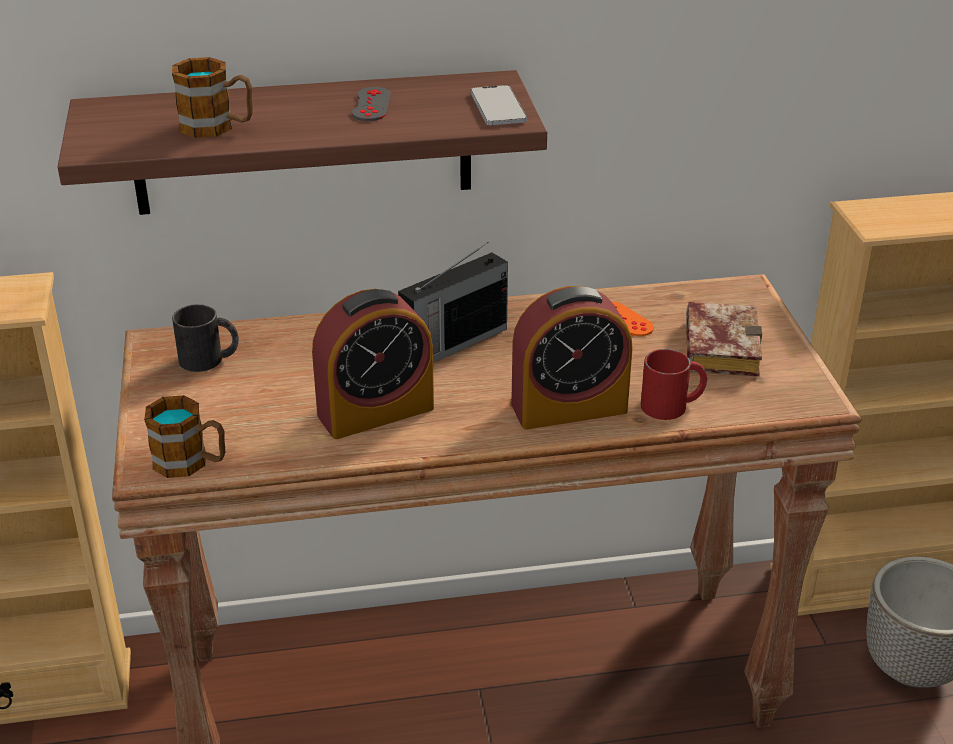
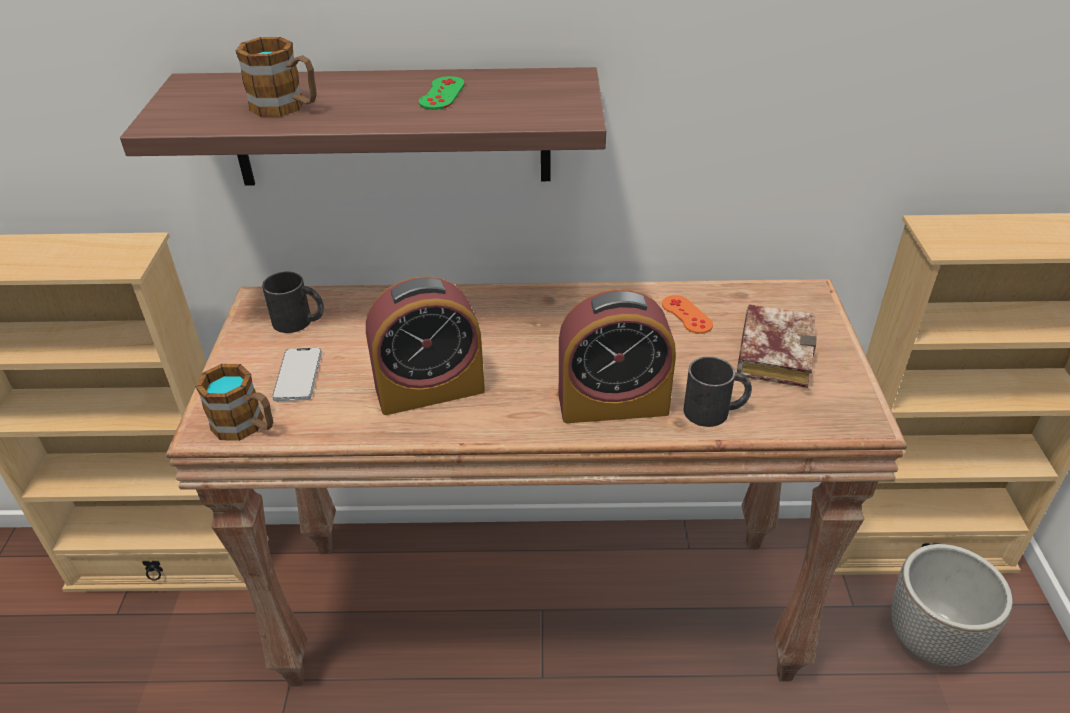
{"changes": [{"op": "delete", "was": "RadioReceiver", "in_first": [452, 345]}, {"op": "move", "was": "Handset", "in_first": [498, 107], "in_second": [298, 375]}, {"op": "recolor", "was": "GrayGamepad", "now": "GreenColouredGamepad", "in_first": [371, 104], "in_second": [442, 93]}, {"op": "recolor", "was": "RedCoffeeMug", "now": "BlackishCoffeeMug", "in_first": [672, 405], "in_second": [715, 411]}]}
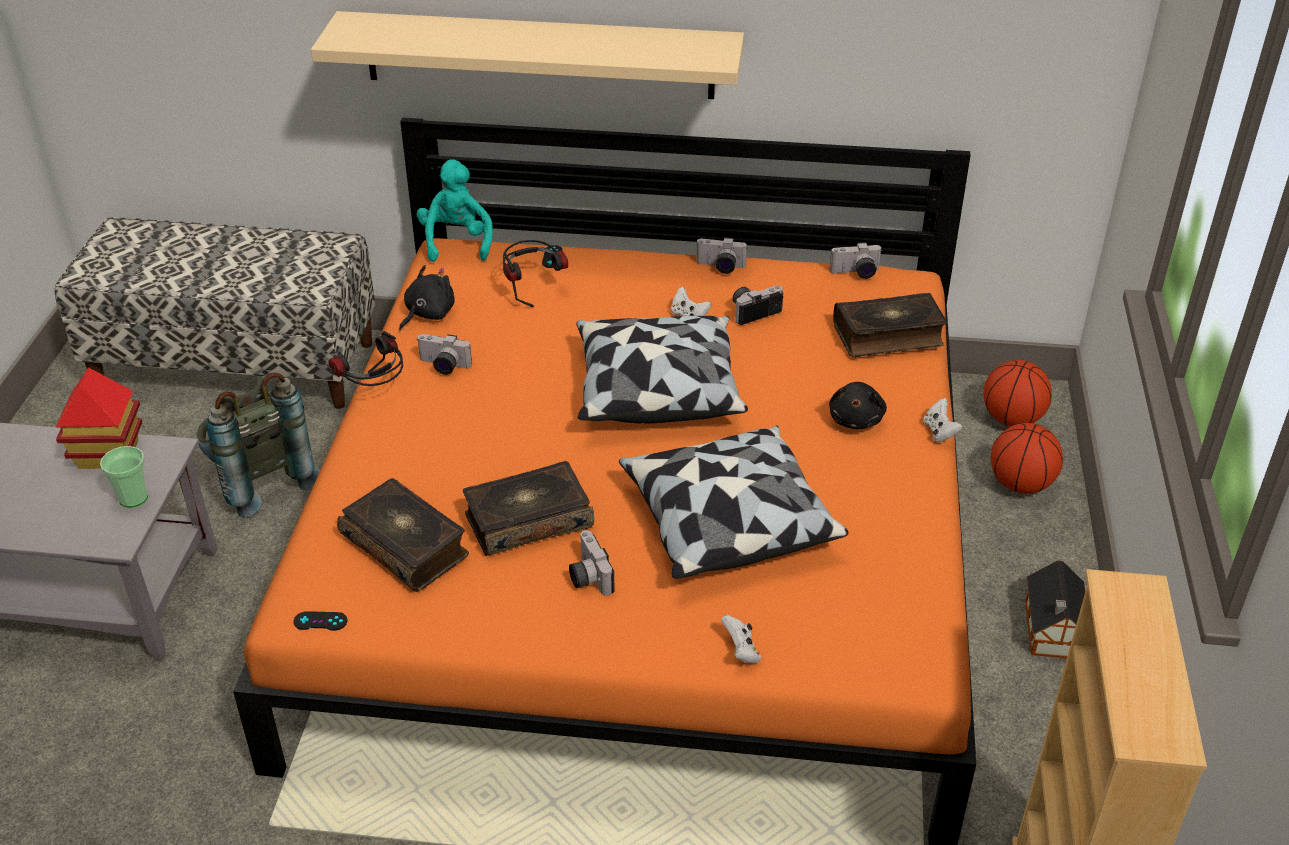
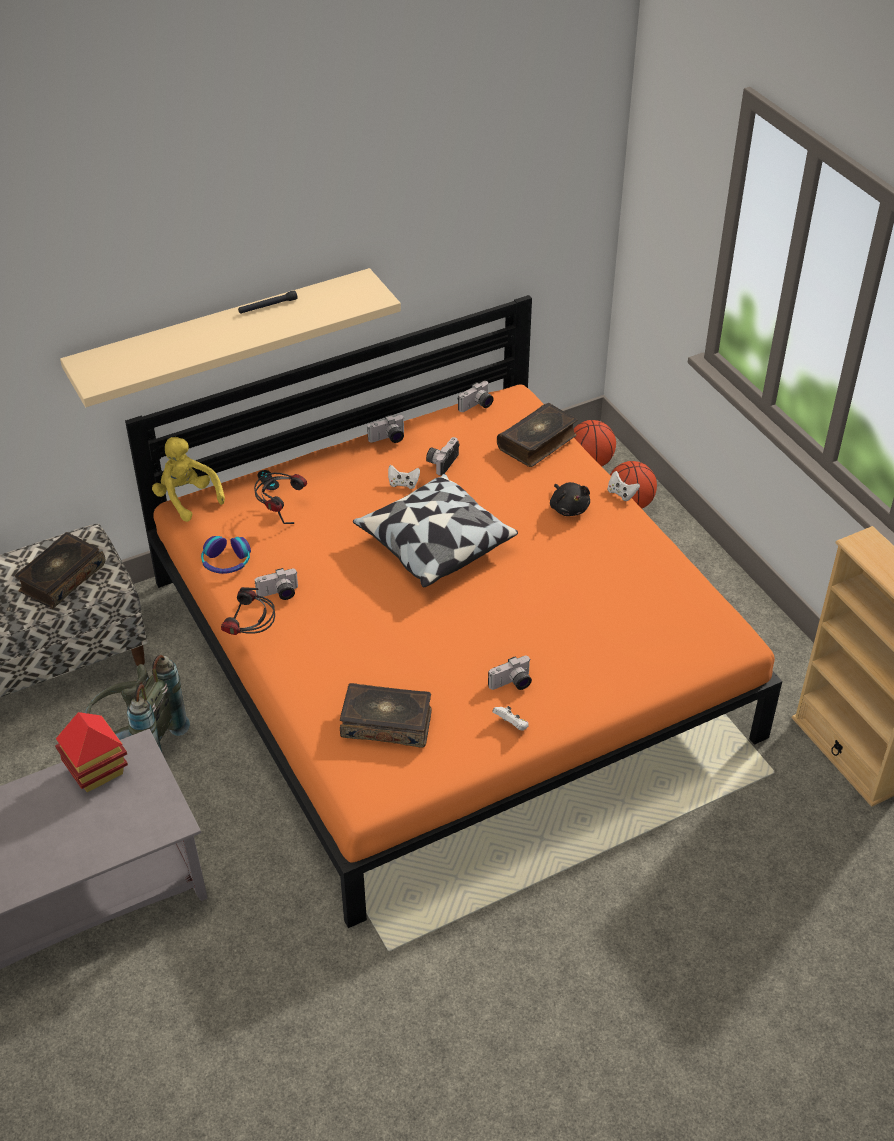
{"changes": [{"op": "delete", "was": "DrinkingCup", "in_first": [133, 498]}, {"op": "delete", "was": "BlackishGamepad", "in_first": [320, 621]}, {"op": "delete", "was": "Pillow", "in_first": [727, 522]}, {"op": "delete", "was": "ToyHouse", "in_first": [1052, 632]}, {"op": "insert", "now": "BlackishHandTorch", "in_second": [268, 306]}, {"op": "move", "was": "Volume", "in_first": [528, 520], "in_second": [61, 578]}, {"op": "move", "was": "WhitishGamepad", "in_first": [741, 651], "in_second": [511, 725]}, {"op": "replace", "was": "BlackishCuddlyToy", "now": "PairOfHeadphones", "in_first": [427, 314], "in_second": [226, 562]}, {"op": "recolor", "was": "BlueGreenCuddlyToy", "now": "YellowColouredCuddlyToy", "in_first": [457, 242], "in_second": [187, 498]}, {"op": "rotate", "was": "StillCamera", "in_first": [587, 576], "in_second": [512, 684], "clockwise": -60}]}
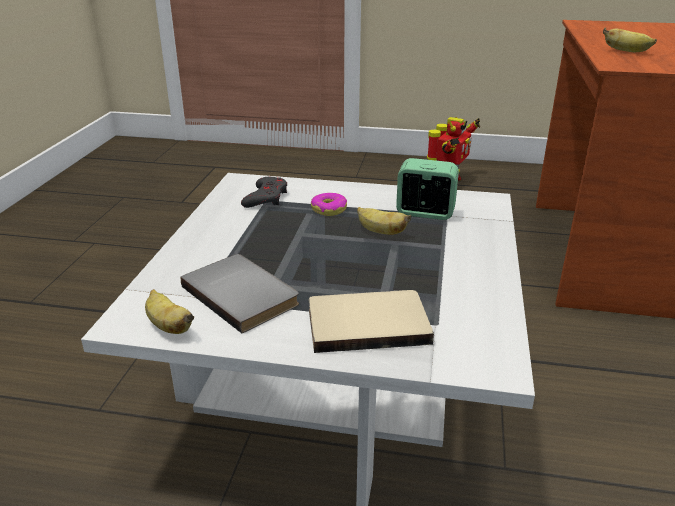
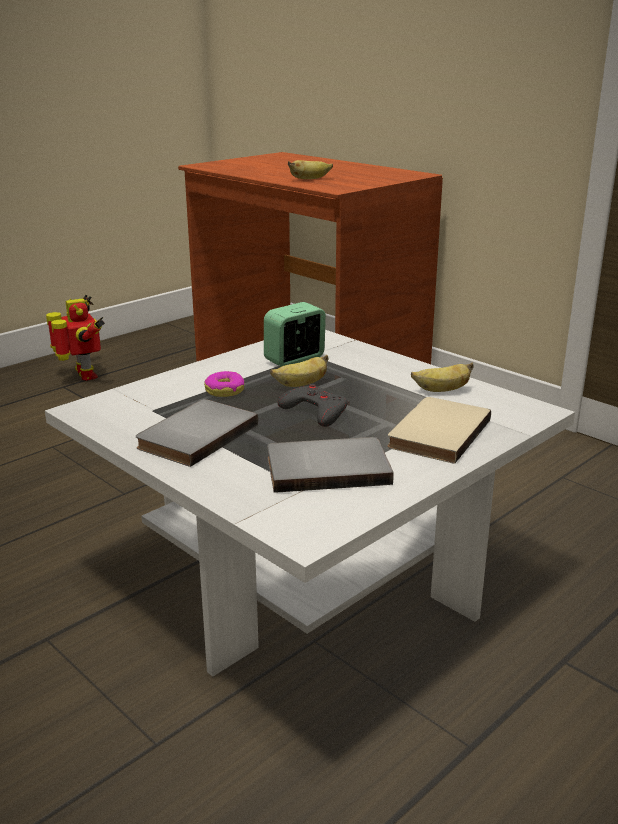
{"changes": [{"op": "insert", "now": "GrayVolume", "in_second": [194, 435]}, {"op": "move", "was": "Banana", "in_first": [168, 326], "in_second": [441, 390]}, {"op": "move", "was": "GrayGamepad", "in_first": [266, 197], "in_second": [315, 411]}]}
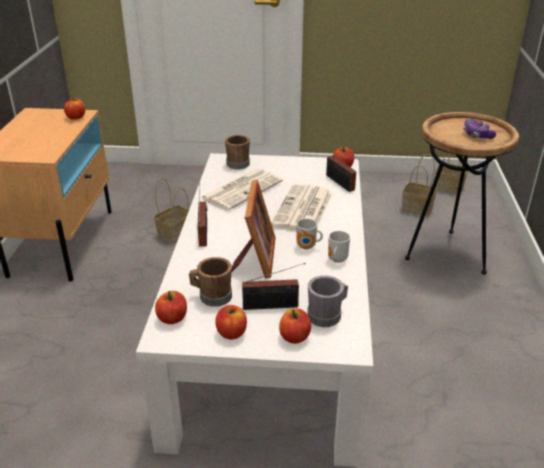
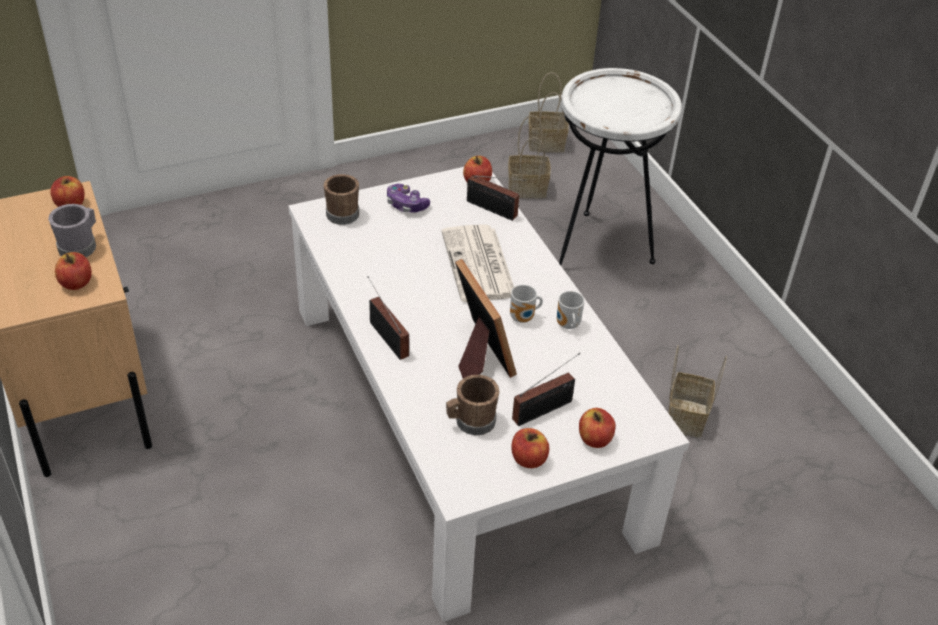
{"changes": [{"op": "delete", "was": "Newspaper", "in_first": [242, 189]}, {"op": "move", "was": "HouseholdBasket", "in_first": [175, 233], "in_second": [685, 416]}, {"op": "move", "was": "WholeApple", "in_first": [172, 318], "in_second": [76, 283]}, {"op": "move", "was": "GrayCoffeeMug", "in_first": [327, 315], "in_second": [80, 246]}, {"op": "move", "was": "Gamepad", "in_first": [477, 135], "in_second": [406, 205]}, {"op": "recolor", "was": "BrownAccentTable", "now": "WhitishAccentTable", "in_first": [447, 254], "in_second": [599, 248]}]}
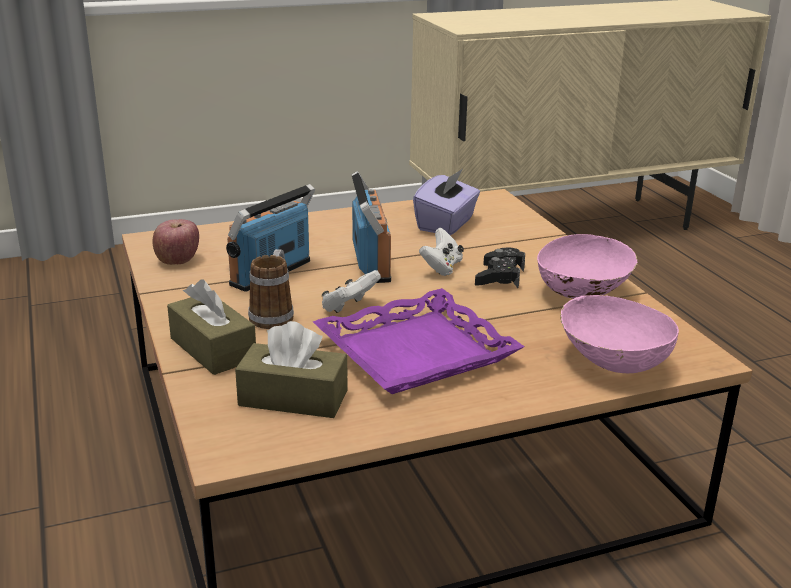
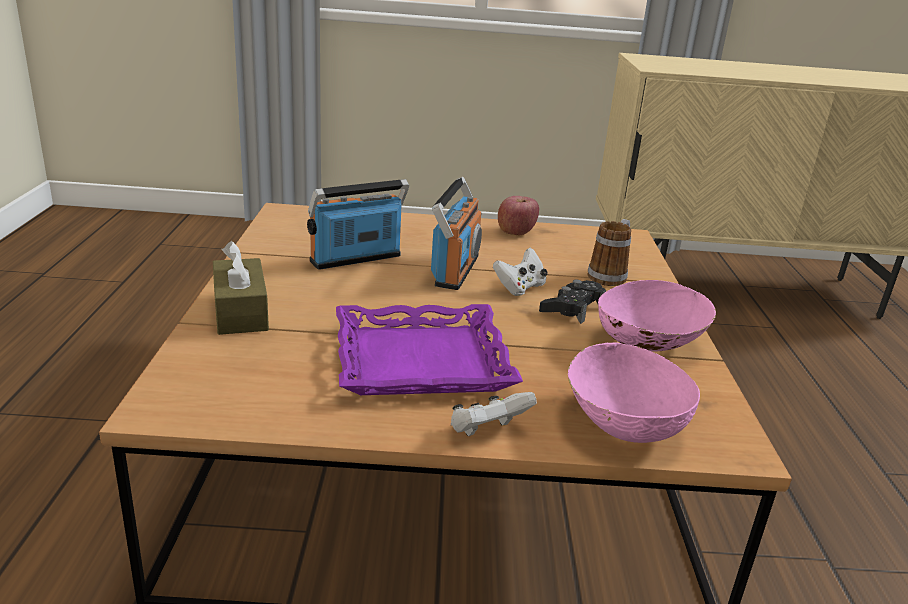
{"changes": [{"op": "delete", "was": "BrownBoxOfTissues", "in_first": [293, 398]}, {"op": "delete", "was": "PurplishBoxOfTissues", "in_first": [446, 224]}, {"op": "move", "was": "WholeApple", "in_first": [177, 260], "in_second": [515, 232]}, {"op": "move", "was": "CoffeeMug", "in_first": [274, 314], "in_second": [609, 275]}, {"op": "move", "was": "WhitishGamepad", "in_first": [349, 307], "in_second": [487, 432]}]}
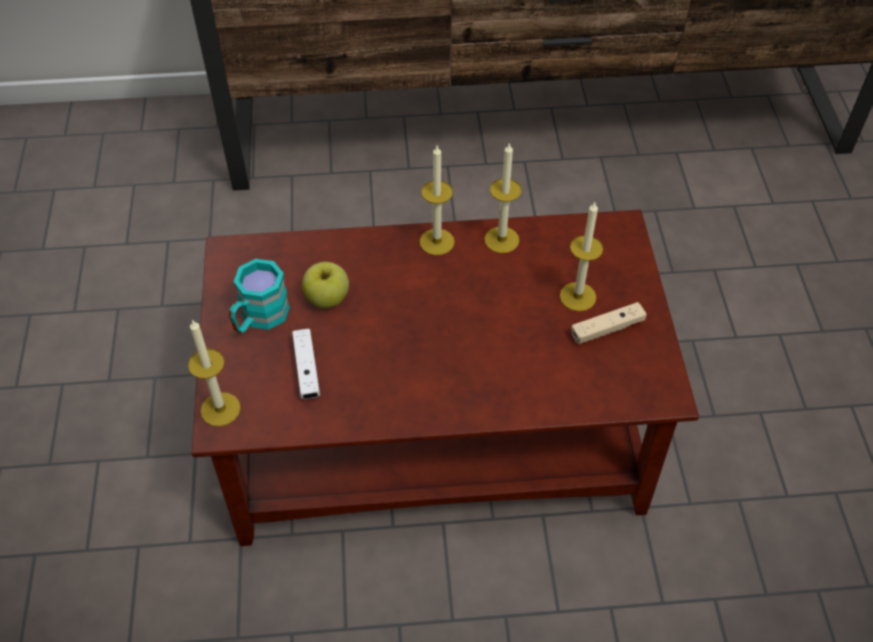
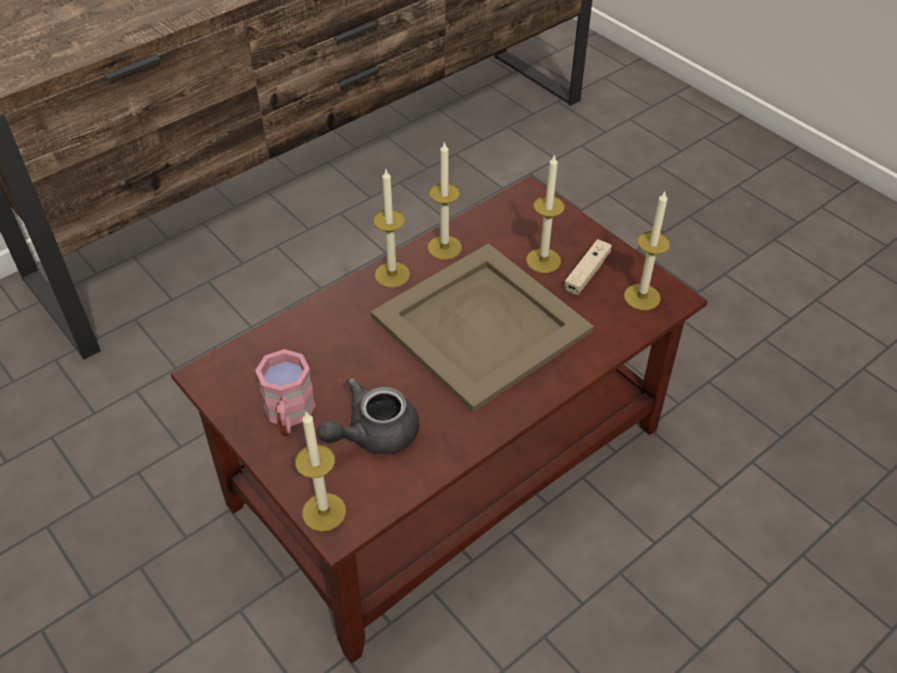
{"changes": [{"op": "delete", "was": "WholeApple", "in_first": [327, 298]}, {"op": "insert", "now": "BeigeTray", "in_second": [481, 322]}, {"op": "insert", "now": "WaxCandle", "in_second": [642, 297]}, {"op": "replace", "was": "WhitishGamepad", "now": "GrayPotForTea", "in_first": [306, 369], "in_second": [373, 434]}, {"op": "recolor", "was": "BlueGreenCoffeeMug", "now": "PinkCoffeeMug", "in_first": [259, 318], "in_second": [289, 415]}]}
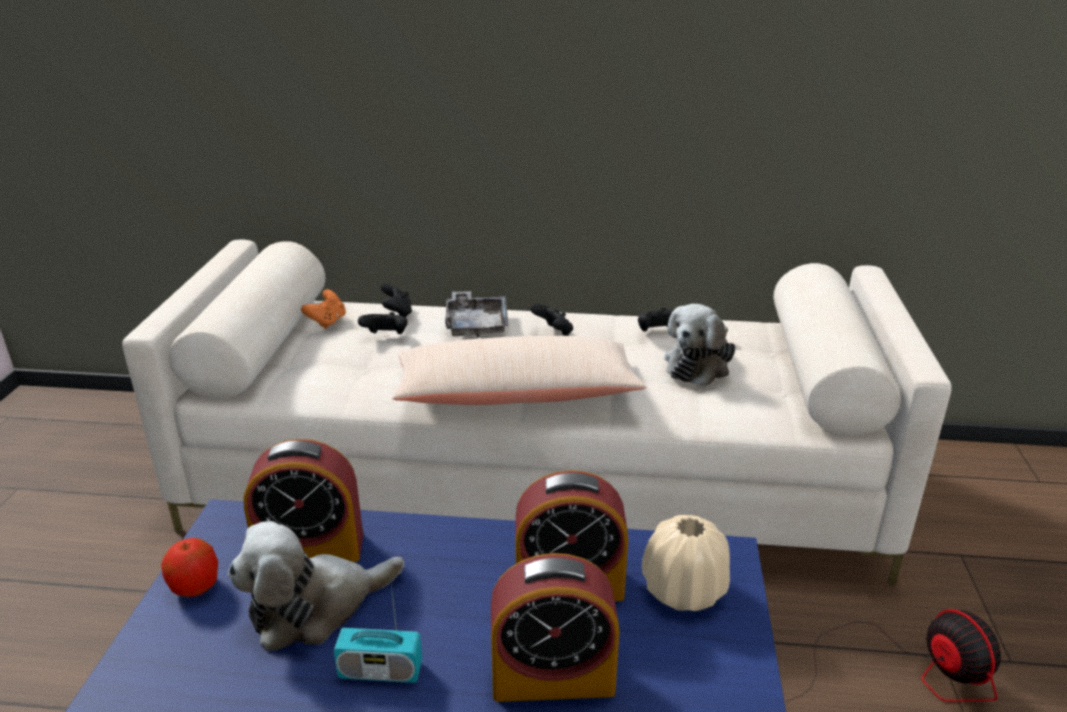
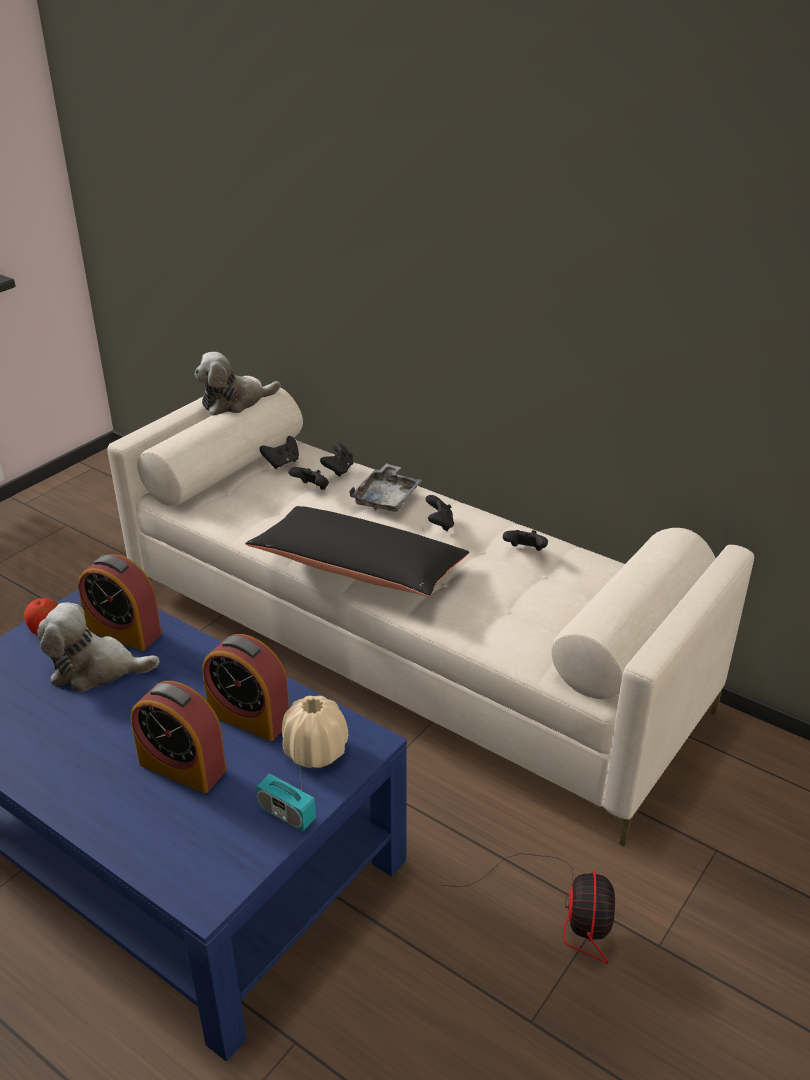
{"changes": [{"op": "move", "was": "RadioReceiver", "in_first": [380, 671], "in_second": [286, 813]}, {"op": "move", "was": "CuddlyToy", "in_first": [699, 364], "in_second": [235, 402]}, {"op": "recolor", "was": "OrangeyGamepad", "now": "BlackishGamepad", "in_first": [327, 322], "in_second": [282, 463]}, {"op": "recolor", "was": "BeigePillow", "now": "BlackishPillow", "in_first": [516, 394], "in_second": [358, 568]}]}
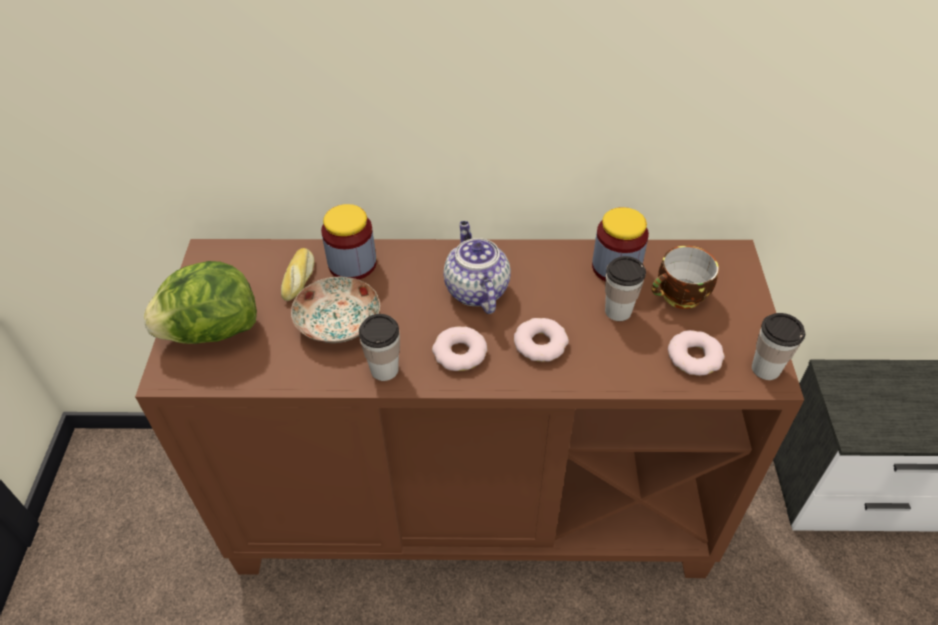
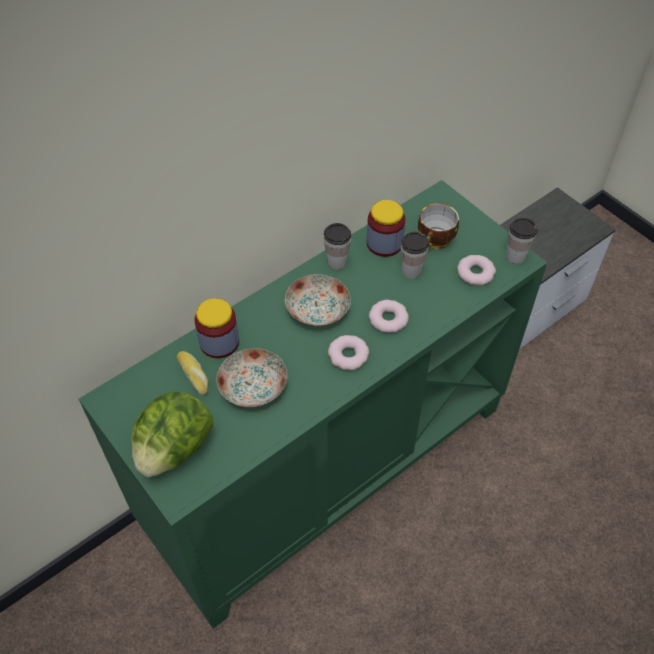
{"changes": [{"op": "move", "was": "DrinkingCup", "in_first": [384, 369], "in_second": [337, 262]}, {"op": "replace", "was": "PotForTea", "now": "DinnerPlate", "in_first": [475, 289], "in_second": [317, 309]}, {"op": "recolor", "was": "BrownCabinet", "now": "GreenColouredCabinet", "in_first": [472, 502], "in_second": [326, 465]}]}
